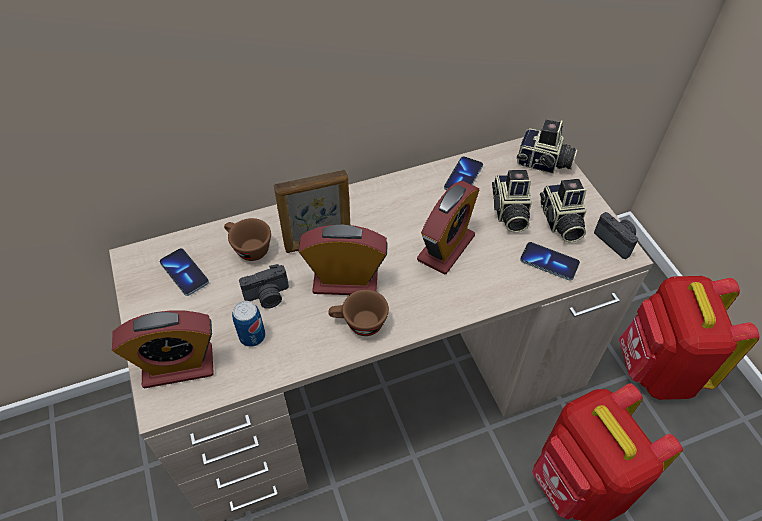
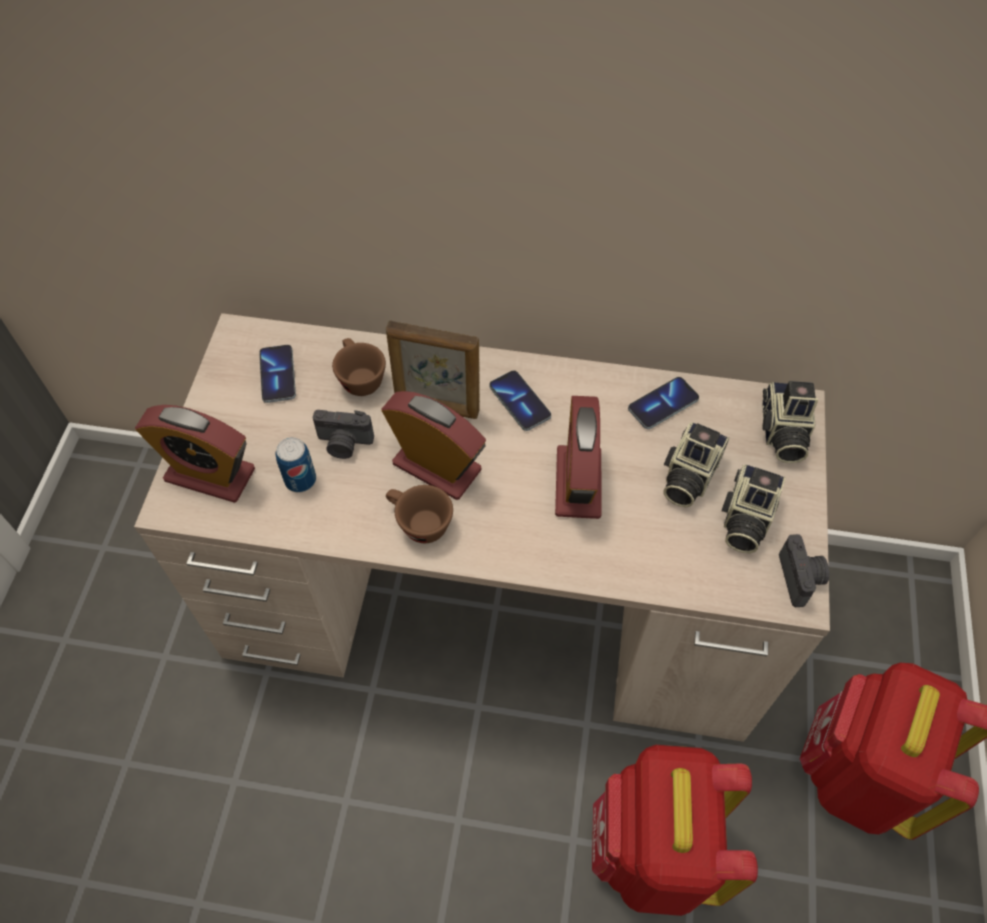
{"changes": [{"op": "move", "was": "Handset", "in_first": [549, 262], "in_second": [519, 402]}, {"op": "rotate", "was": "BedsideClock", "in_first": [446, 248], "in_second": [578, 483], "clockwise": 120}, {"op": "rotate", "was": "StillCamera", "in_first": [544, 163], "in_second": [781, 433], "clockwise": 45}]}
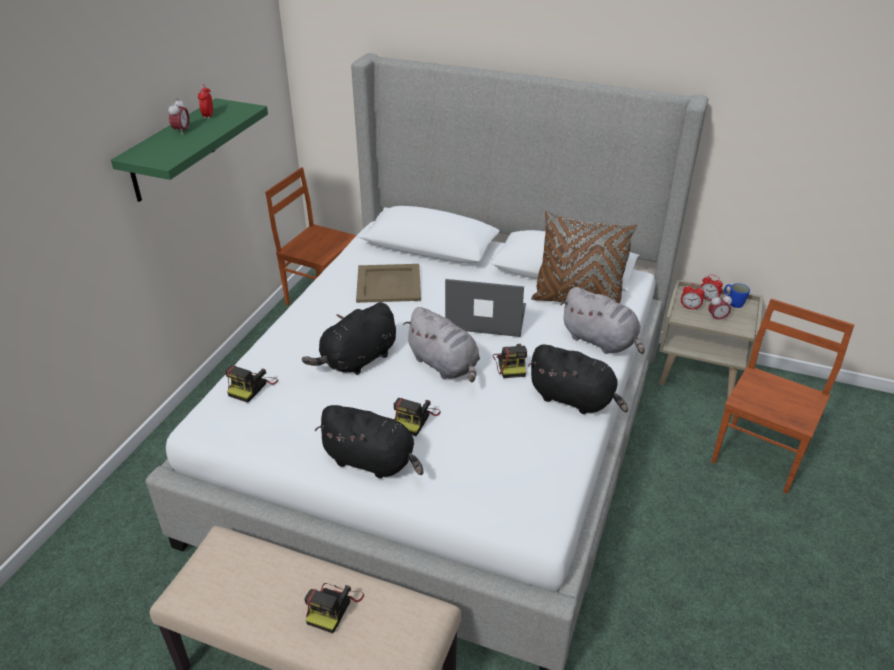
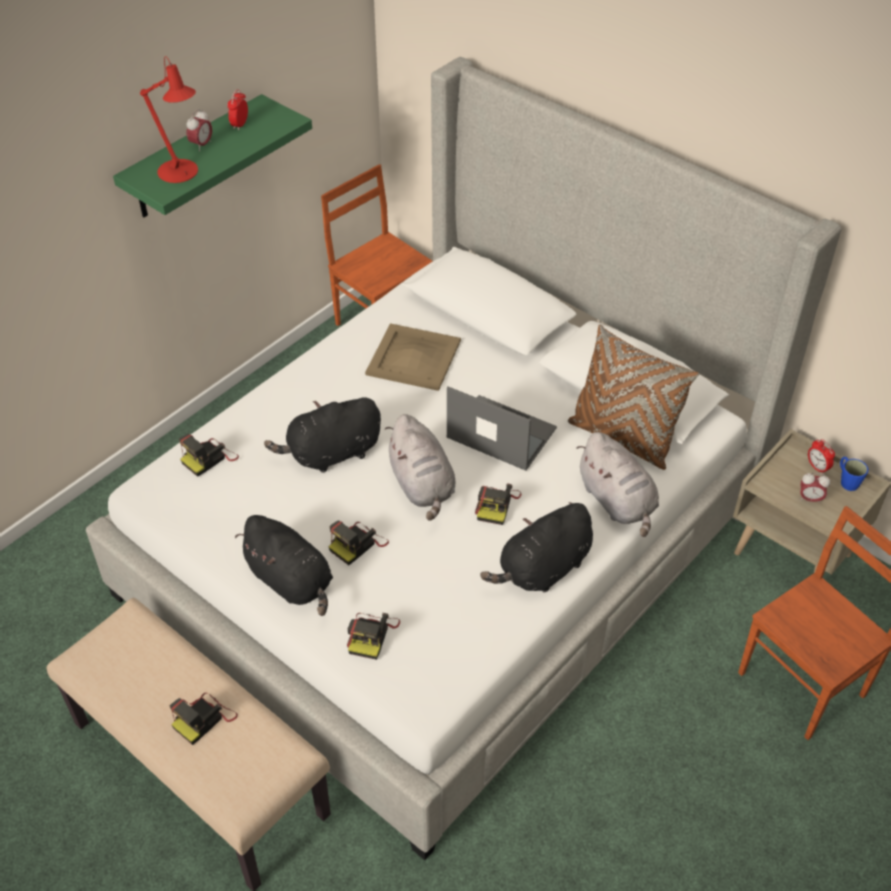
{"changes": [{"op": "delete", "was": "BedsideClock", "in_first": [690, 307]}, {"op": "insert", "now": "RedLampForATable", "in_second": [181, 173]}, {"op": "insert", "now": "StillCamera", "in_second": [371, 635]}, {"op": "rotate", "was": "BlackishCuddlyToy", "in_first": [574, 399], "in_second": [542, 569], "clockwise": 90}]}
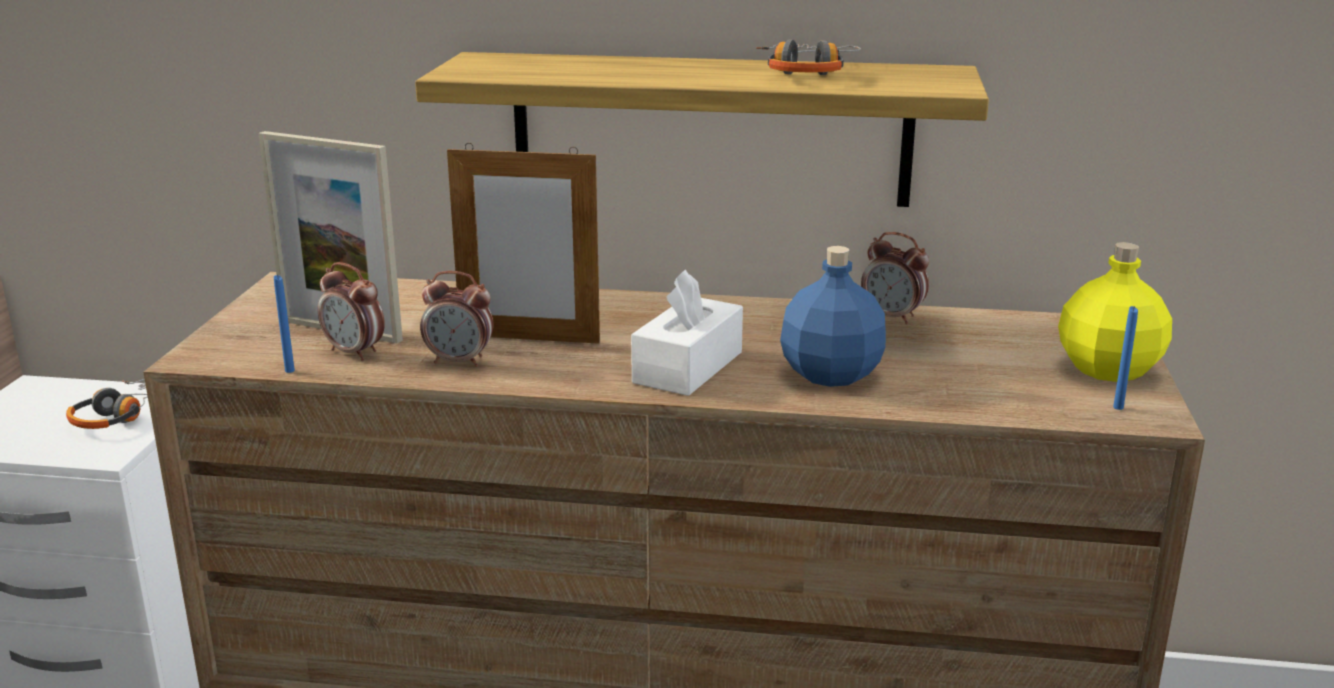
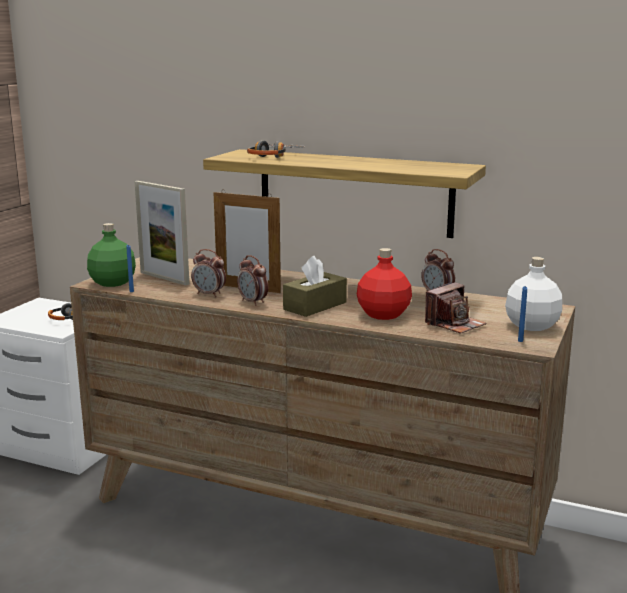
{"changes": [{"op": "insert", "now": "GreenColouredDrinkBottle", "in_second": [112, 283]}, {"op": "insert", "now": "StillCamera", "in_second": [454, 324]}, {"op": "move", "was": "BedsideClock", "in_first": [355, 353], "in_second": [253, 302]}, {"op": "move", "was": "PairOfHeadphones", "in_first": [806, 72], "in_second": [272, 156]}, {"op": "recolor", "was": "WhitishBoxOfTissues", "now": "BrownBoxOfTissues", "in_first": [688, 367], "in_second": [315, 306]}, {"op": "recolor", "was": "BlueDrinkBottle", "now": "RedDrinkBottle", "in_first": [831, 373], "in_second": [384, 314]}, {"op": "recolor", "was": "YellowColouredDrinkBottle", "now": "WhitishDrinkBottle", "in_first": [1106, 369], "in_second": [531, 325]}]}
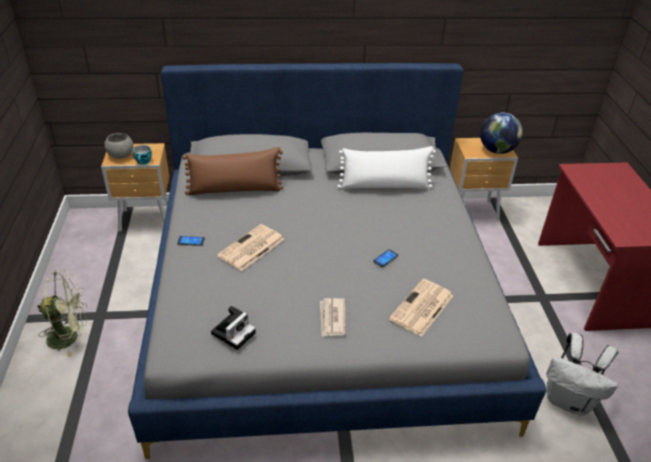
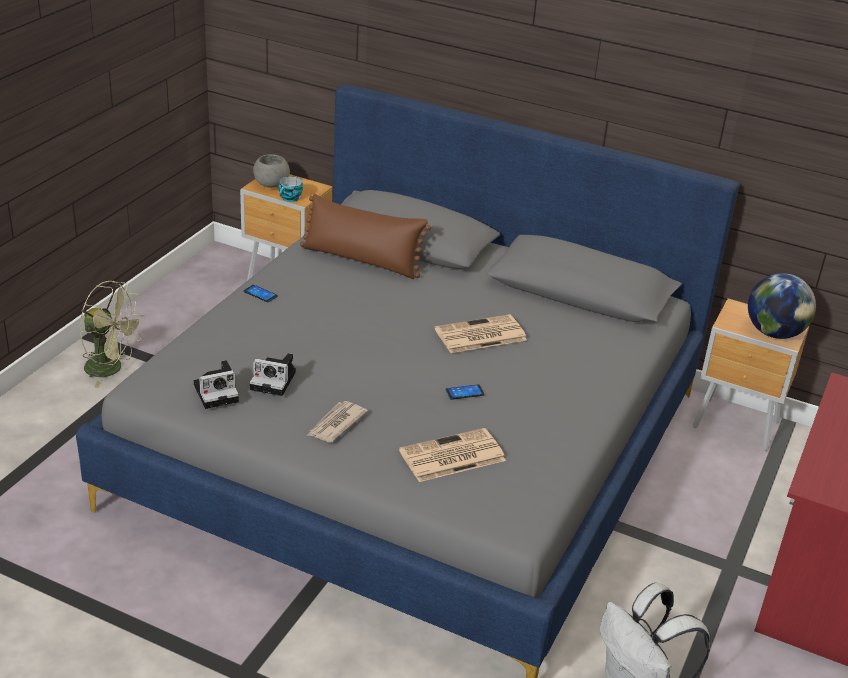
{"changes": [{"op": "delete", "was": "WhitishPillow", "in_first": [384, 186]}, {"op": "insert", "now": "StillCamera", "in_second": [275, 381]}, {"op": "move", "was": "Newspaper", "in_first": [251, 248], "in_second": [479, 335]}]}
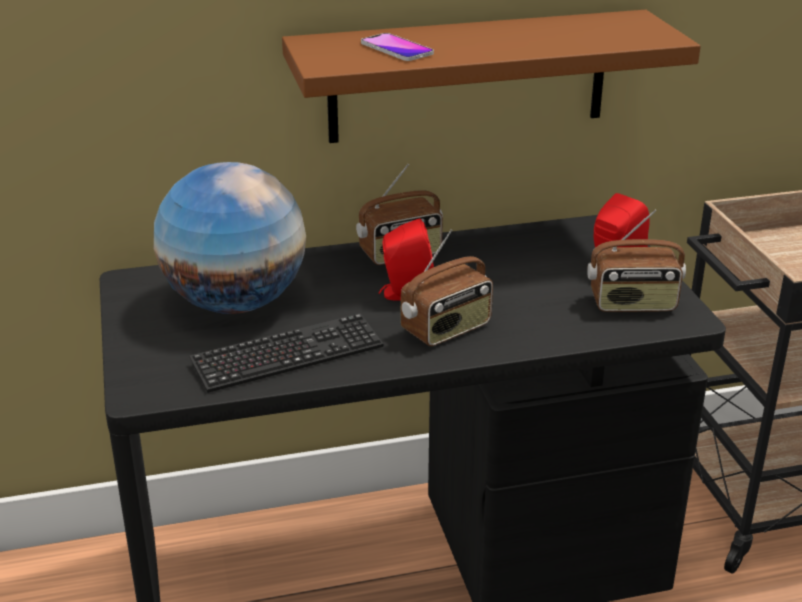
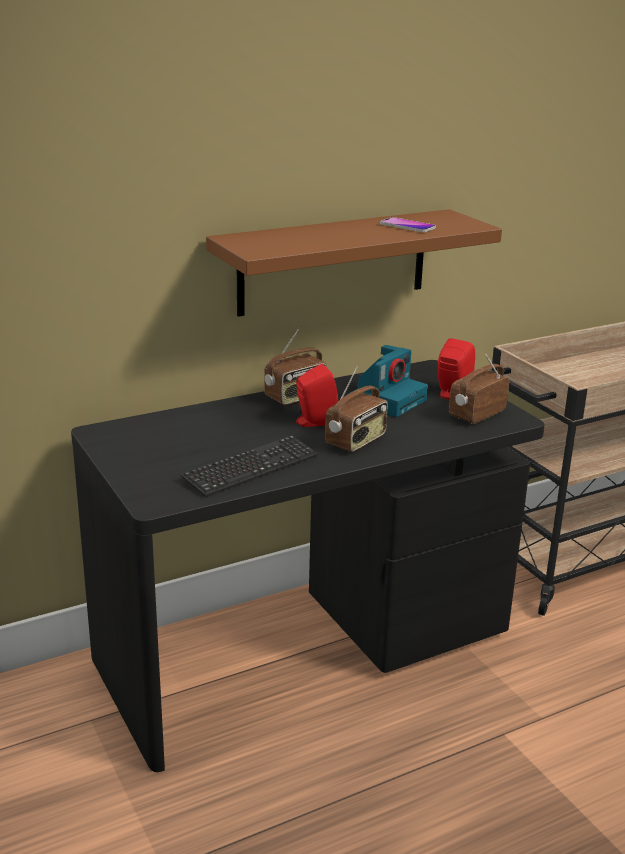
{"changes": [{"op": "delete", "was": "WorldGlobe", "in_first": [235, 302]}, {"op": "insert", "now": "StillCamera", "in_second": [387, 399]}, {"op": "move", "was": "Handset", "in_first": [396, 49], "in_second": [407, 226]}, {"op": "rotate", "was": "RadioReceiver", "in_first": [633, 304], "in_second": [476, 414], "clockwise": 150}]}
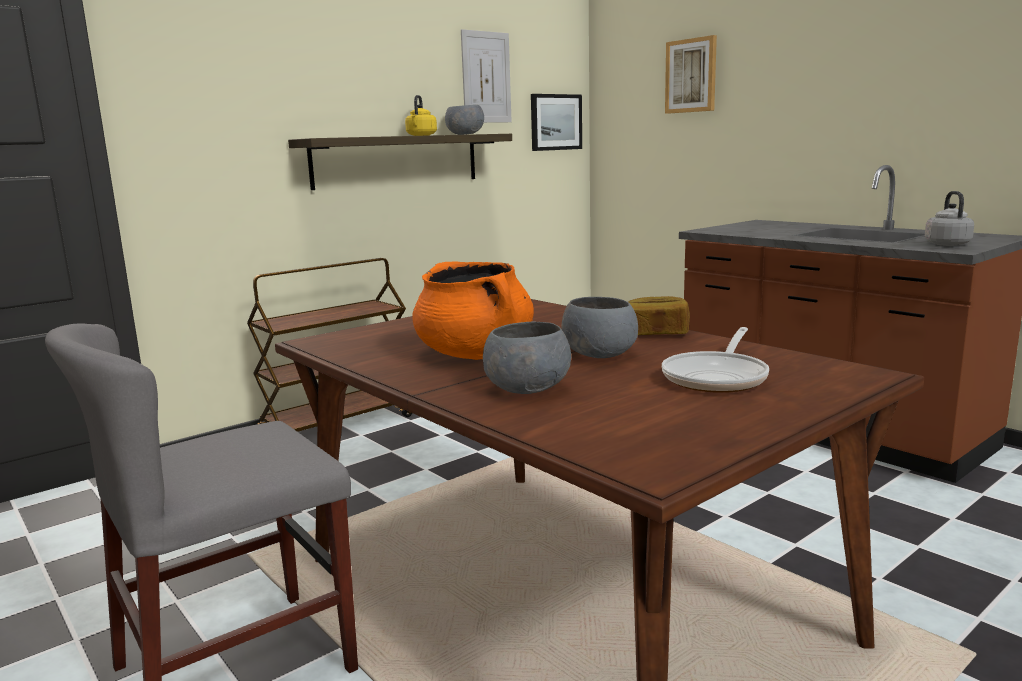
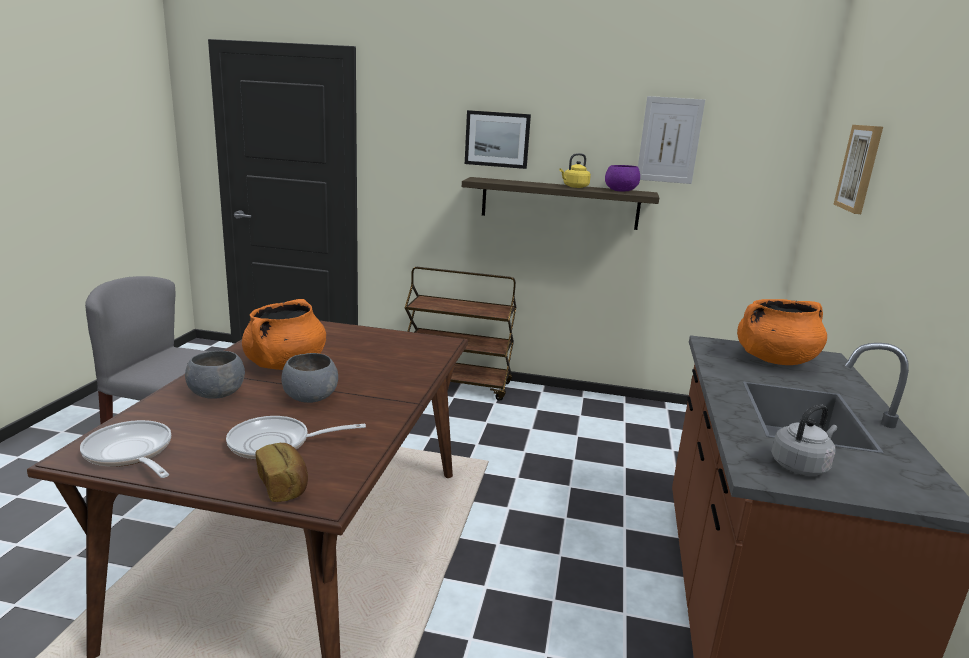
{"changes": [{"op": "insert", "now": "Pan", "in_second": [130, 453]}, {"op": "insert", "now": "OrangeyStockpot", "in_second": [774, 360]}, {"op": "move", "was": "Picture", "in_first": [555, 122], "in_second": [497, 139]}, {"op": "move", "was": "BakeryBread", "in_first": [656, 333], "in_second": [284, 486]}, {"op": "recolor", "was": "GrayServingBowl", "now": "PurplishServingBowl", "in_first": [464, 134], "in_second": [620, 191]}]}
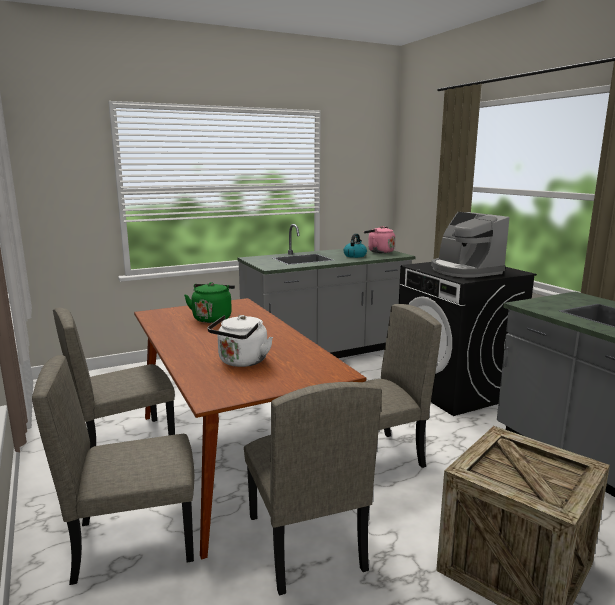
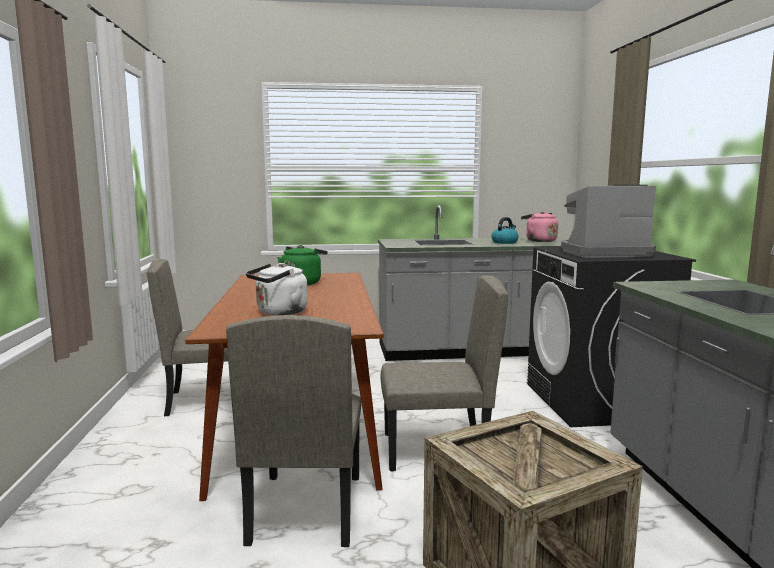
{"changes": [{"op": "delete", "was": "BeigeChair", "in_first": [135, 540]}, {"op": "rotate", "was": "CoffeeMachine", "in_first": [464, 271], "in_second": [602, 253], "clockwise": 90}]}
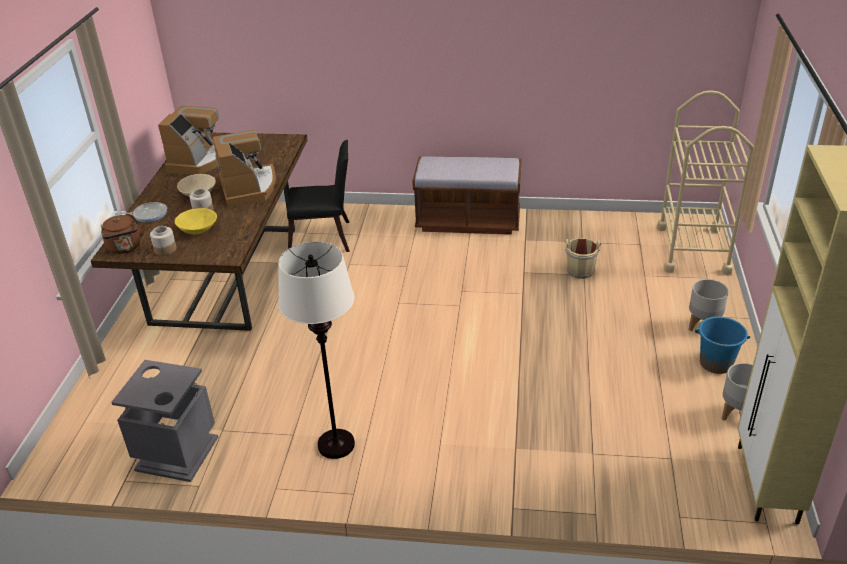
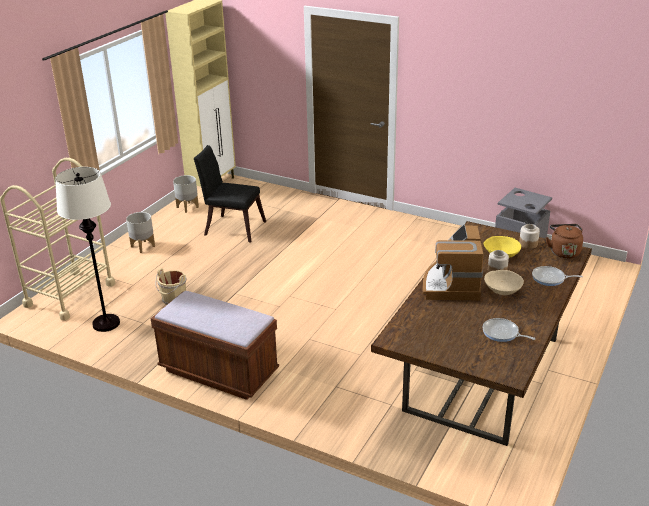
{"changes": [{"op": "delete", "was": "BlueWaterBucket", "in_first": [716, 363]}, {"op": "move", "was": "WhitishFloorLamp", "in_first": [336, 444], "in_second": [106, 324]}, {"op": "move", "was": "BlackishChair", "in_first": [324, 239], "in_second": [232, 227]}, {"op": "replace", "was": "CoffeeMachine", "now": "Pan", "in_first": [200, 161], "in_second": [502, 333]}]}
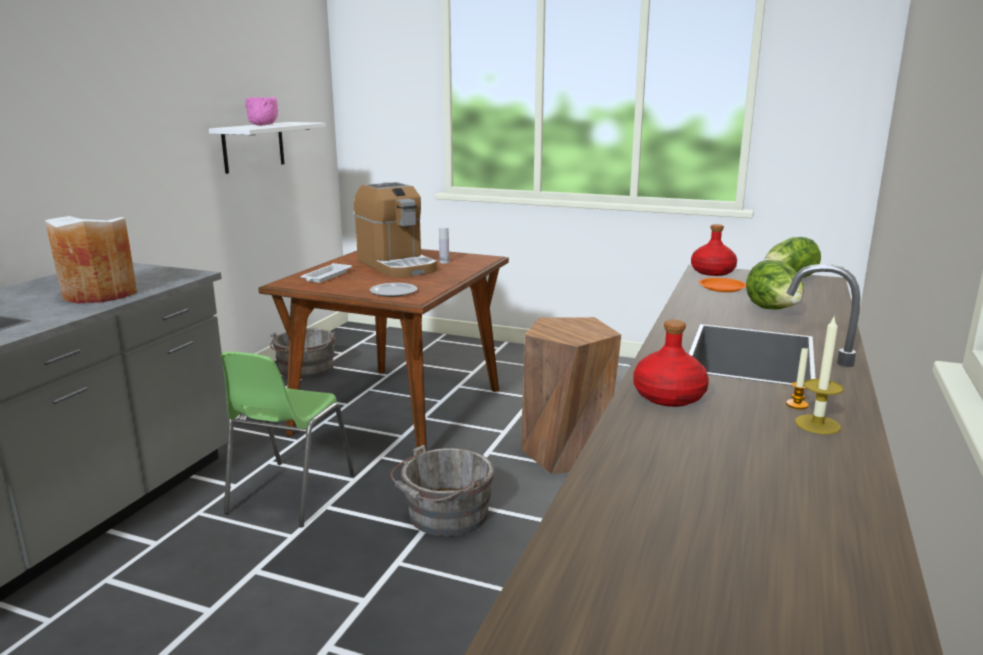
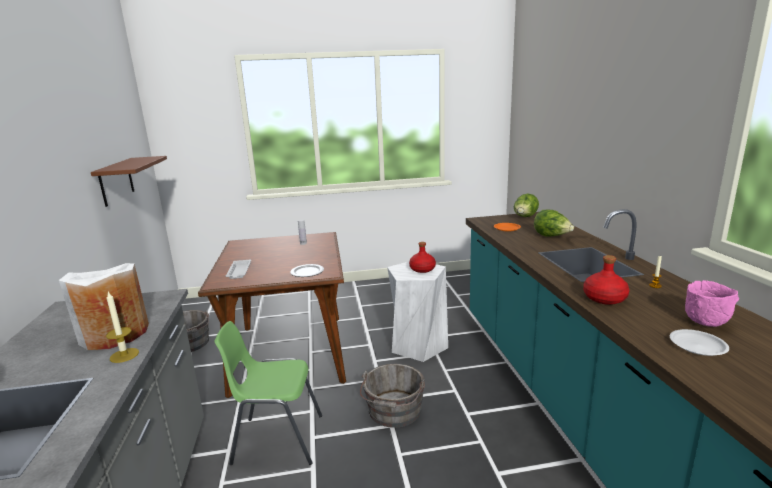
{"changes": [{"op": "delete", "was": "CoffeeMachine", "in_first": [397, 265]}, {"op": "insert", "now": "WhitishDinnerPlate", "in_second": [697, 345]}, {"op": "move", "was": "PinkServingBowl", "in_first": [263, 125], "in_second": [706, 322]}, {"op": "move", "was": "RedDrinkBottle", "in_first": [712, 272], "in_second": [422, 269]}, {"op": "move", "was": "WaxCandle", "in_first": [817, 424], "in_second": [124, 355]}, {"op": "recolor", "was": "WhitishWallShelf", "now": "BrownWallShelf", "in_first": [253, 146], "in_second": [116, 181]}, {"op": "recolor", "was": "BrownStool", "now": "WhitishStool", "in_first": [567, 452], "in_second": [418, 345]}, {"op": "rotate", "was": "GreenColouredChair", "in_first": [289, 494], "in_second": [277, 439], "clockwise": 105}]}
